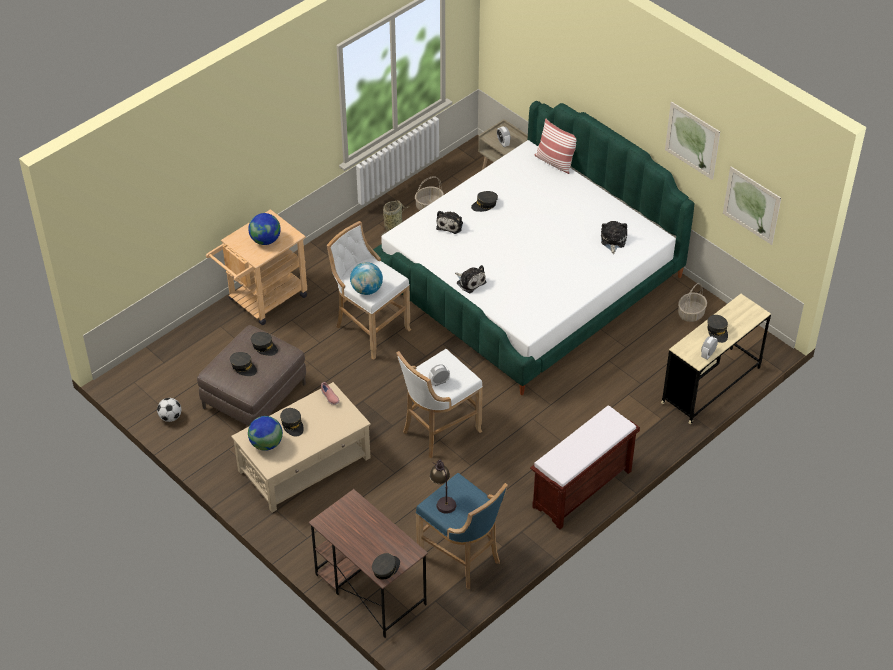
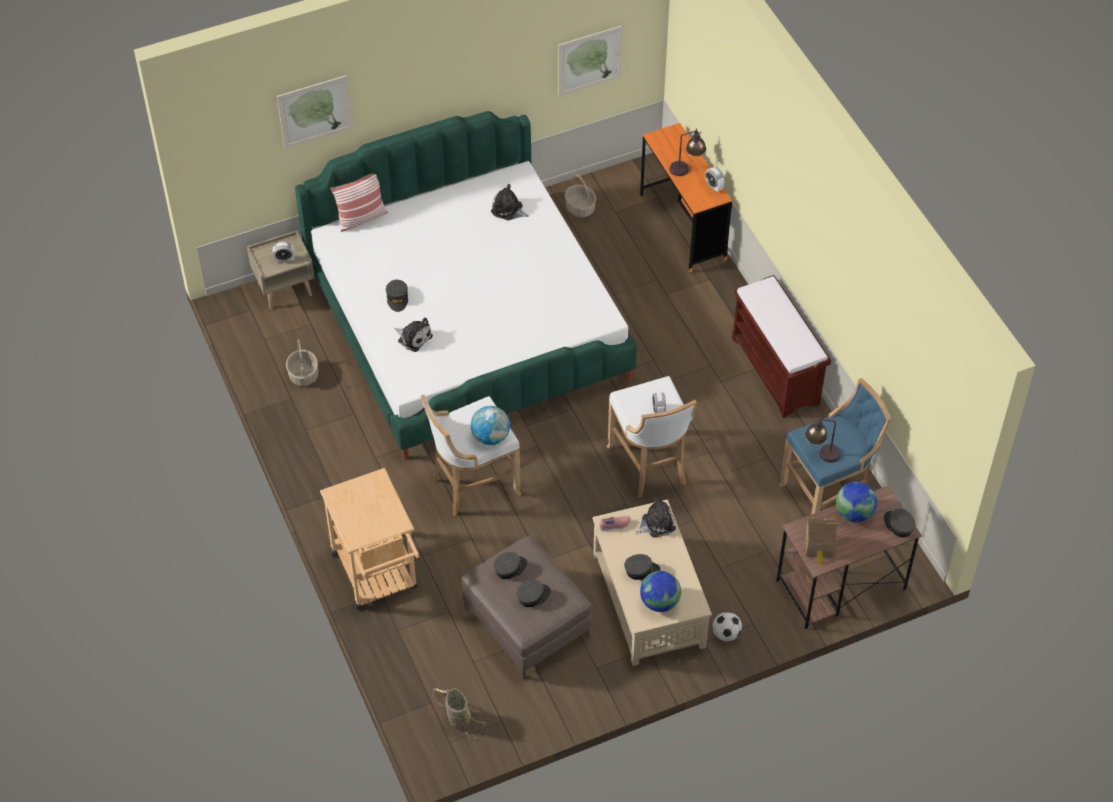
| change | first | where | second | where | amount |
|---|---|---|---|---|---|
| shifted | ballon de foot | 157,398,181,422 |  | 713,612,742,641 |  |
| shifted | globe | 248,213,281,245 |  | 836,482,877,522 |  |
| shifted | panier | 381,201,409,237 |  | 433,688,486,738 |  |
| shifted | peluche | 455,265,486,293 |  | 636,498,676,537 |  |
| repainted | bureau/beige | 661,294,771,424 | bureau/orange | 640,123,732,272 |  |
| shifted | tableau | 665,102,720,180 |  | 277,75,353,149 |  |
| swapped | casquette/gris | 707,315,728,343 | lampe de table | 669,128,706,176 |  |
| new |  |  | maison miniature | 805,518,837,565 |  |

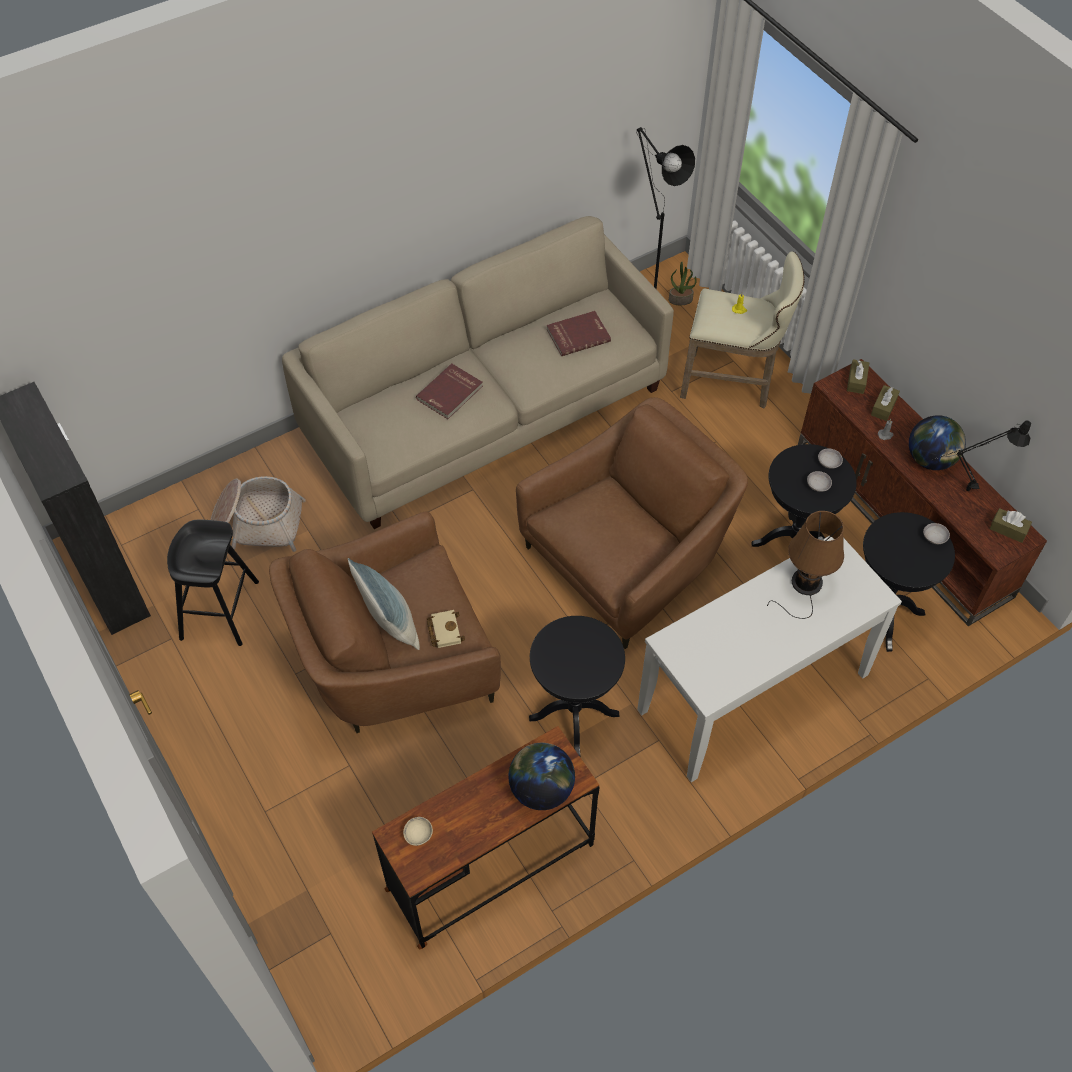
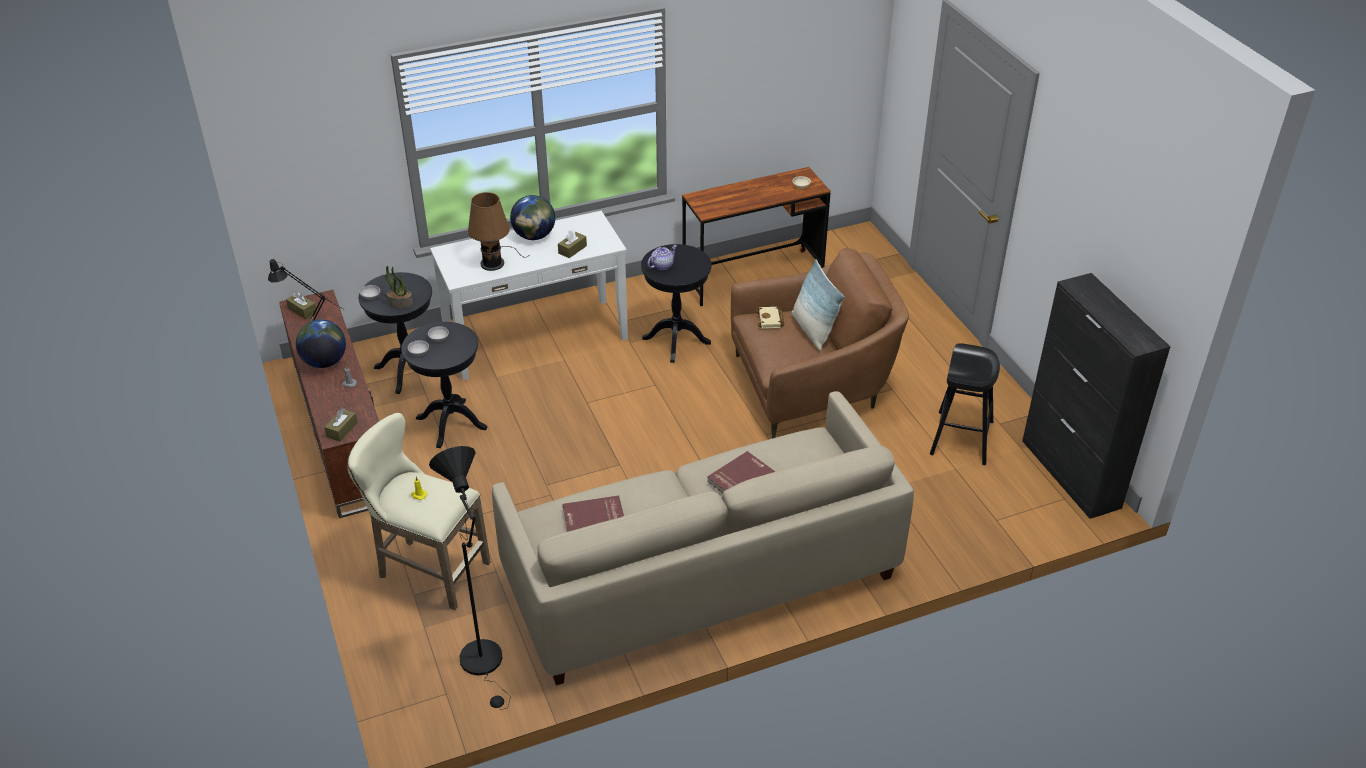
| change | first | where | second | where | amount |
|---|---|---|---|---|---|
| gone | panier | 211,476,306,552 |  |  |  |
| shifted | globe | 508,743,575,810 |  | 510,195,555,240 |  |
| gone | fauteuil/marron | 516,397,748,649 |  |  |  |
| shifted | plante en pot | 669,262,697,305 |  | 386,266,413,309 |  |
| shifted | boîte à mouchoirs/marron | 871,385,900,421 |  | 558,230,587,258 |  |
| new |  |  | théière | 647,245,677,270 |  |

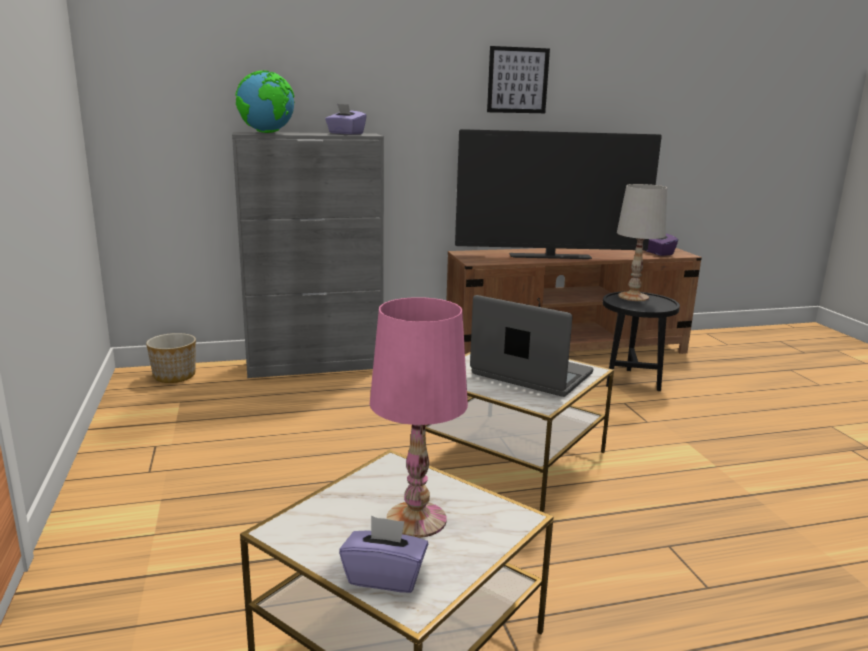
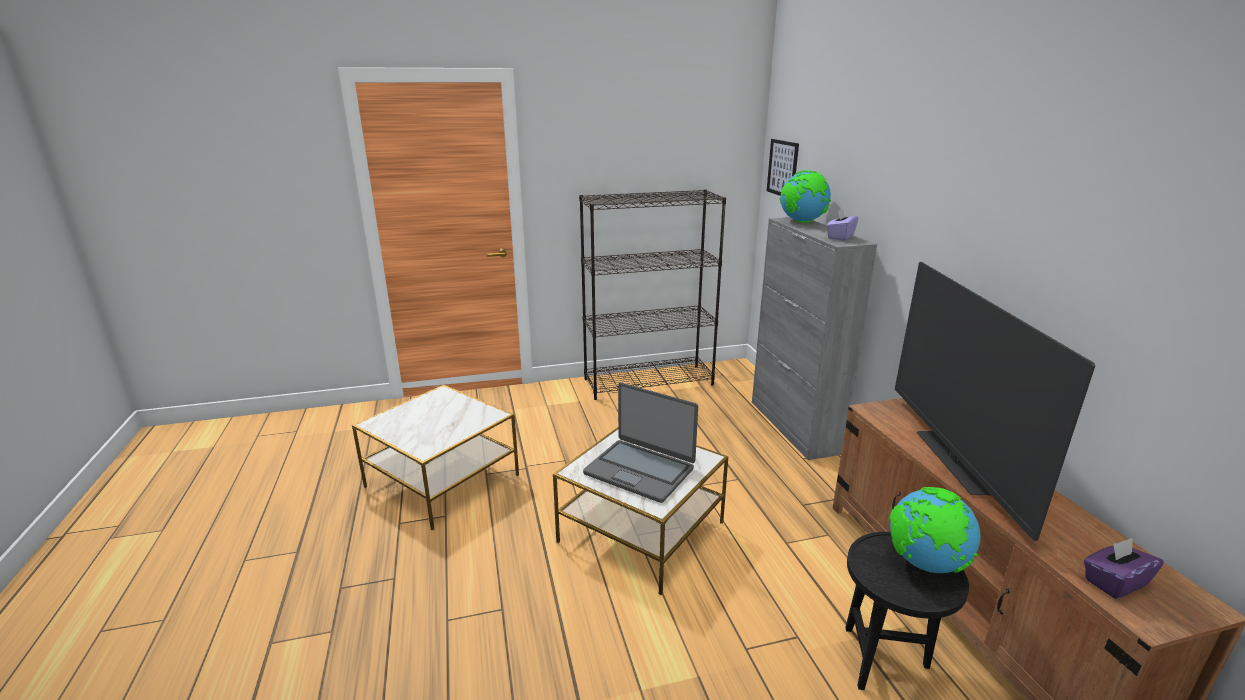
| change | first | where | second | where | amount |
|---|---|---|---|---|---|
| gone | cache-pot | 146,333,196,383 |  |  |  |
| gone | boîte à mouchoirs/violet | 339,516,428,593 |  |  |  |
| gone | lampe de table/rose | 370,297,468,538 |  |  |  |
| rotated | ordinateur portable | 470,295,593,397 |  | 583,383,698,503 | 90 degrees clockwise |
| shifted | tableau | 487,46,550,113 |  | 767,139,799,196 |  |
| swapped | lampe de table/blanc | 617,184,667,301 | globe | 890,487,981,573 |  |
| new |  |  | bibliothèque/noir | 579,189,726,400 |  |

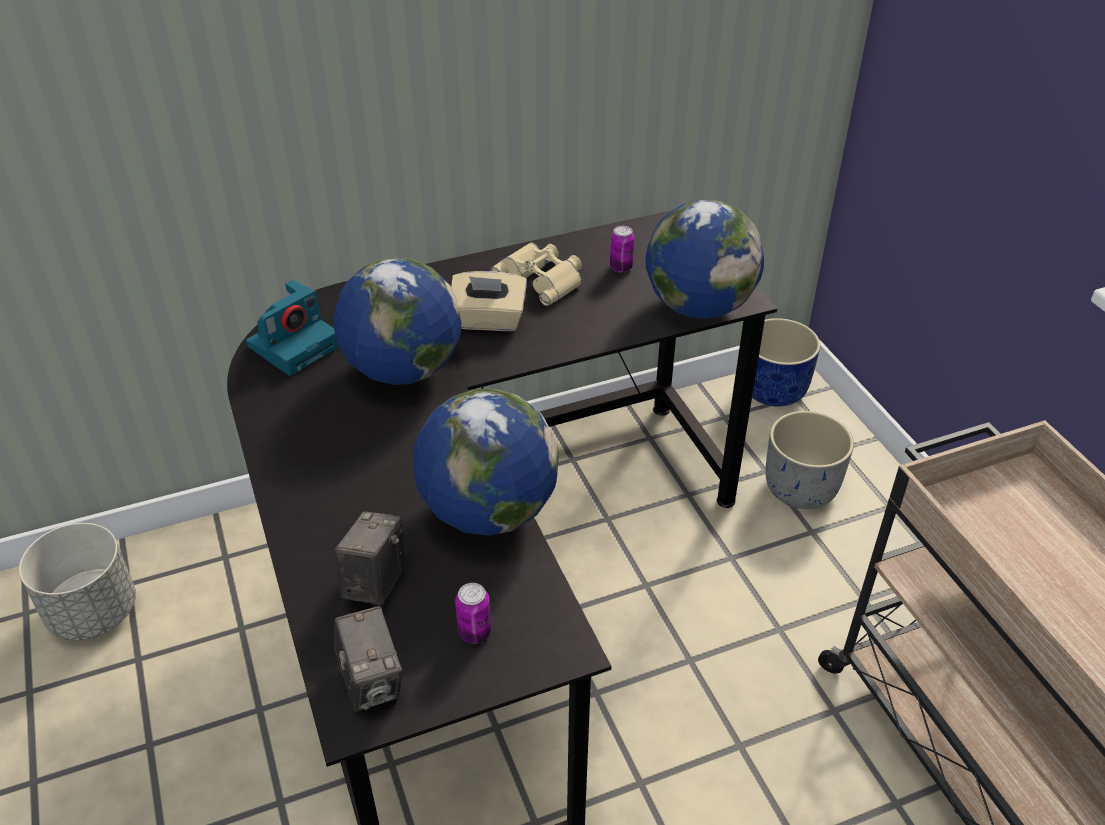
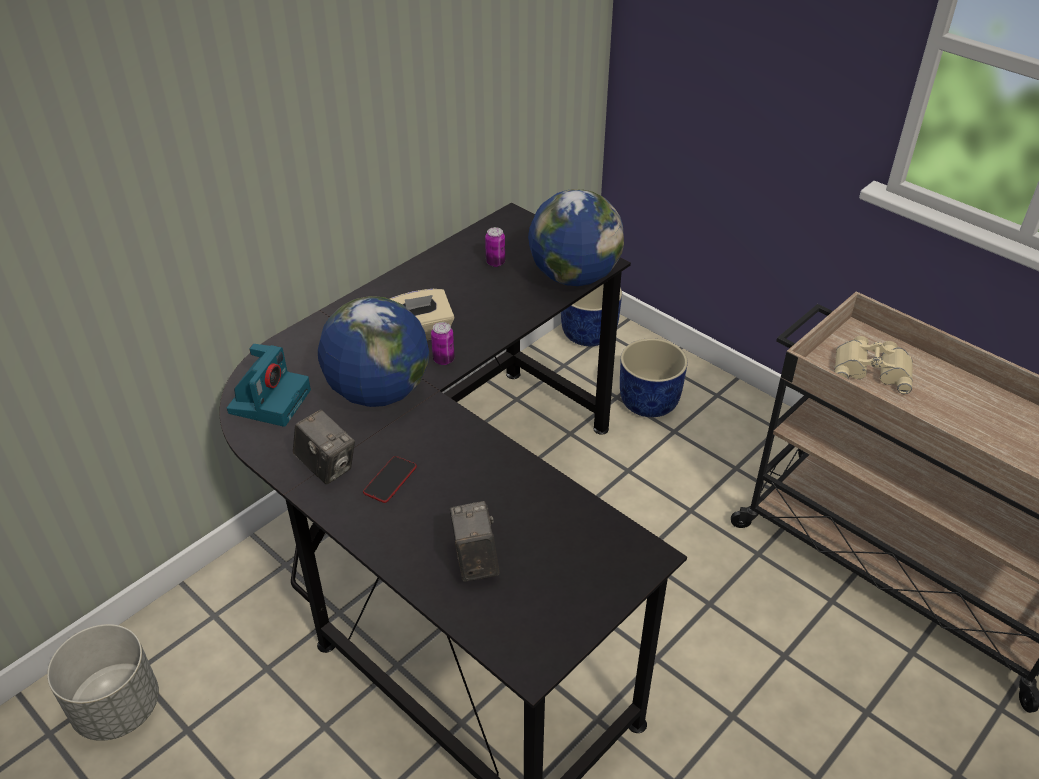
| change | first | where | second | where | amount |
|---|---|---|---|---|---|
| shifted | appareil photo | 334,606,402,712 |  | 293,410,355,485 |  |
| gone | globe | 413,389,559,536 |  |  |  |
| shifted | boîte métallique | 455,583,491,644 |  | 431,322,455,365 |  |
| shifted | jumelles/beige | 490,242,582,306 |  | 834,336,913,394 |  |
| repainted | cache-pot/gris | 766,411,854,509 | cache-pot/bleu | 620,338,688,417 |  |
| new |  |  | téléphone | 363,456,417,503 |  |

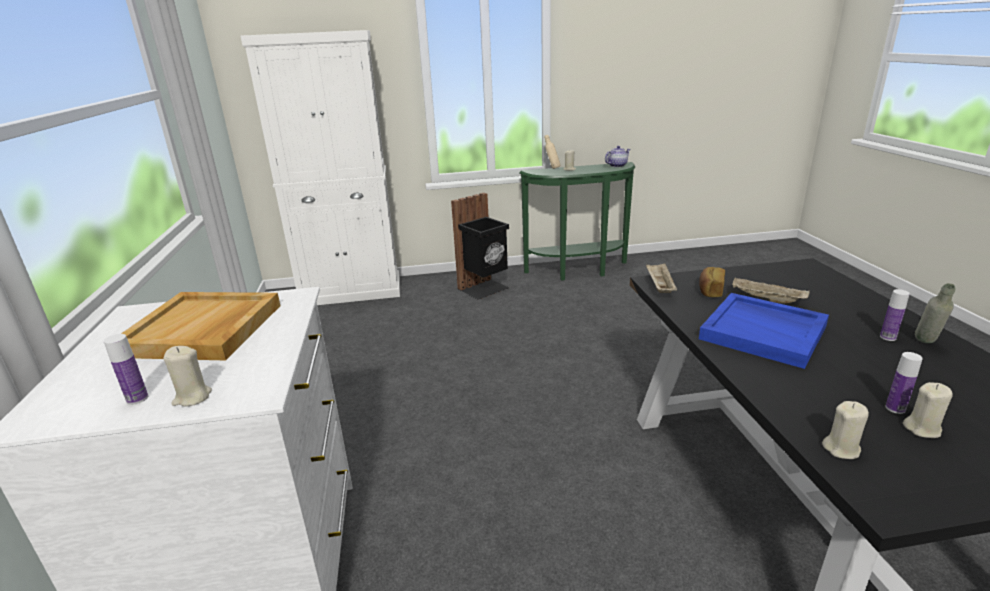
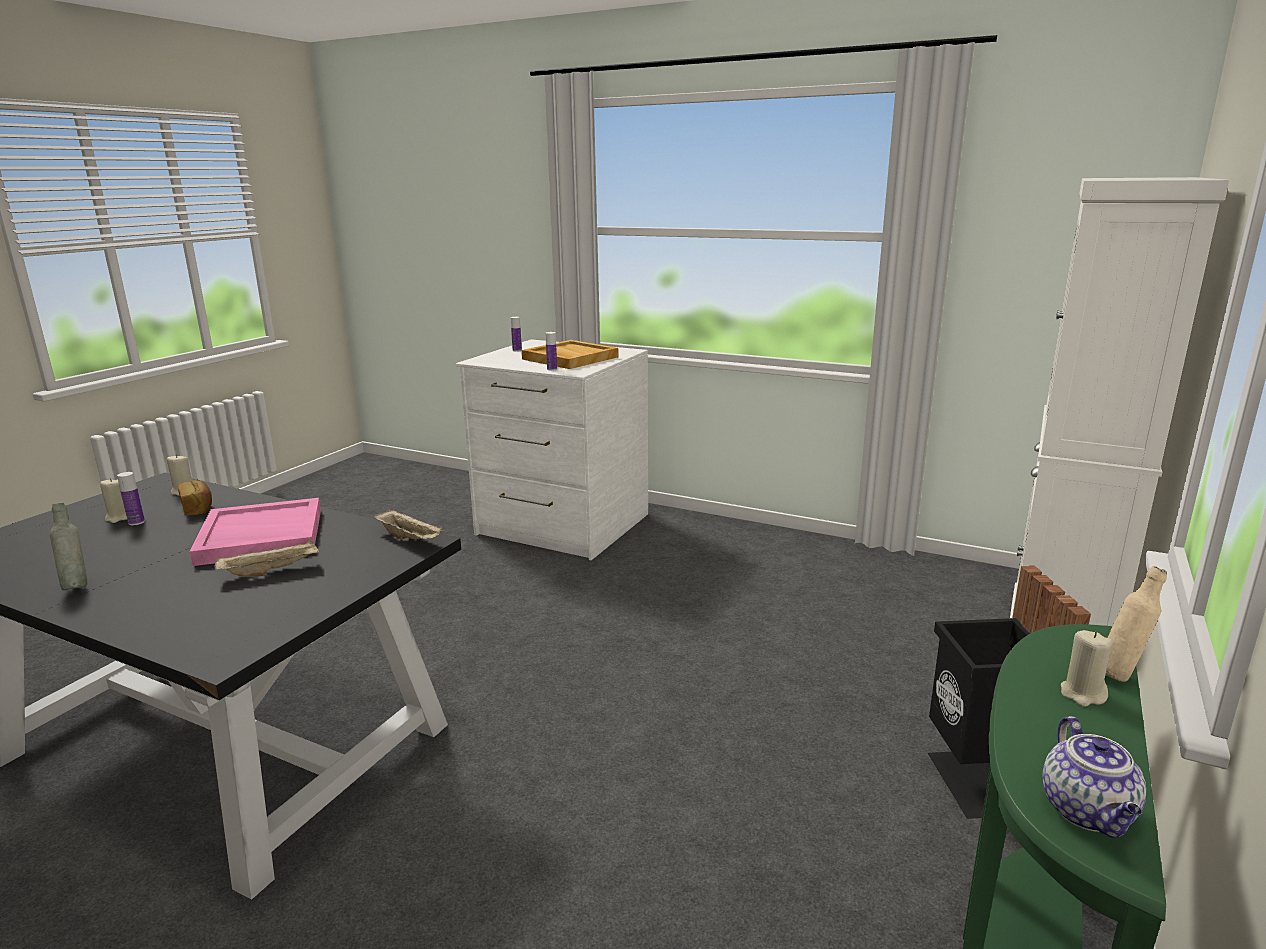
| change | first | where | second | where | amount |
|---|---|---|---|---|---|
| gone | bougie/beige | 163,346,212,407 |  |  |  |
| shifted | pain | 699,267,725,297 |  | 178,480,212,515 |  |
| repainted | plateau/bleu | 699,293,829,369 | plateau/rose | 190,498,321,566 |  |
| shifted | bouteille | 880,289,910,341 |  | 546,332,557,371 |  |

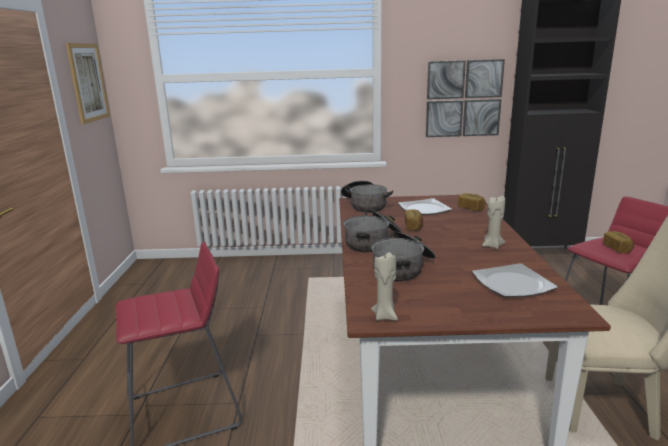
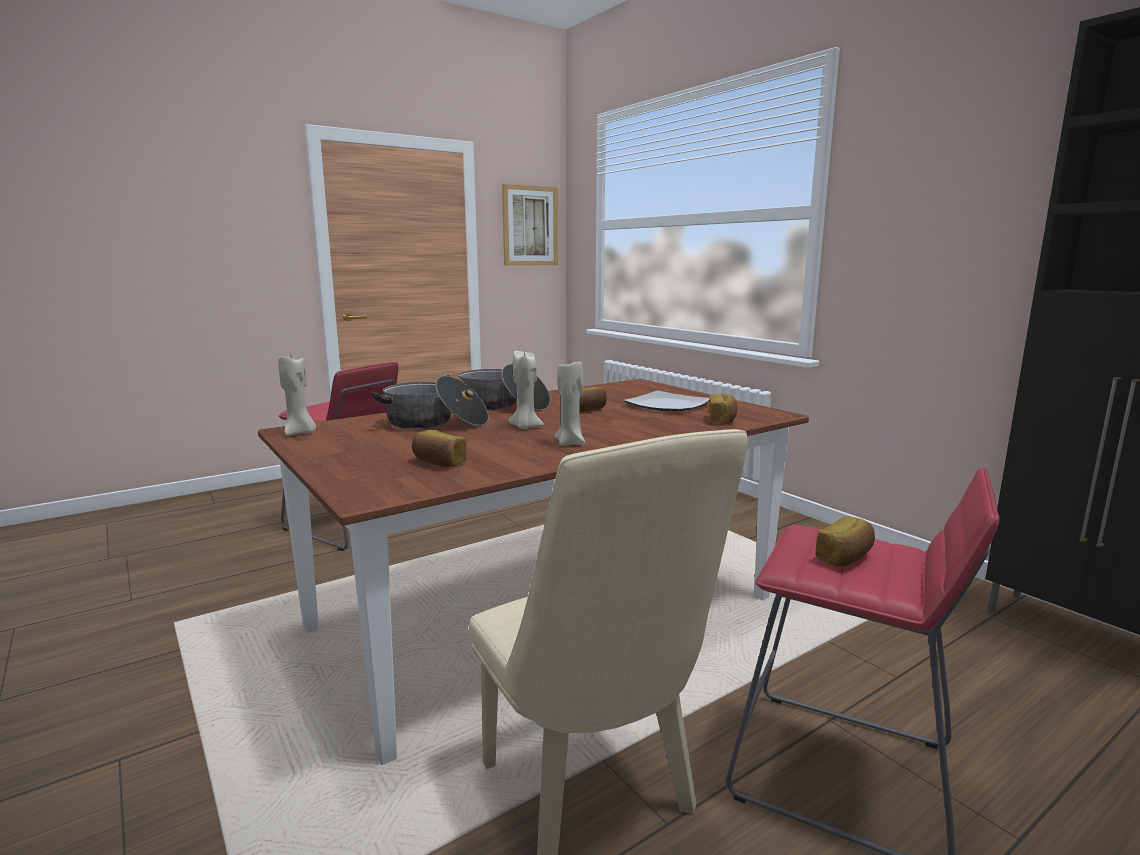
| change | first | where | second | where | amount |
|---|---|---|---|---|---|
| gone | marmite | 341,181,393,212 |  |  |  |
| gone | tableau | 426,59,505,137 |  |  |  |
| swapped | assiette | 472,263,558,297 | pain | 412,430,467,467 |  |
| new |  |  | bougie/beige | 508,351,544,429 |  |

